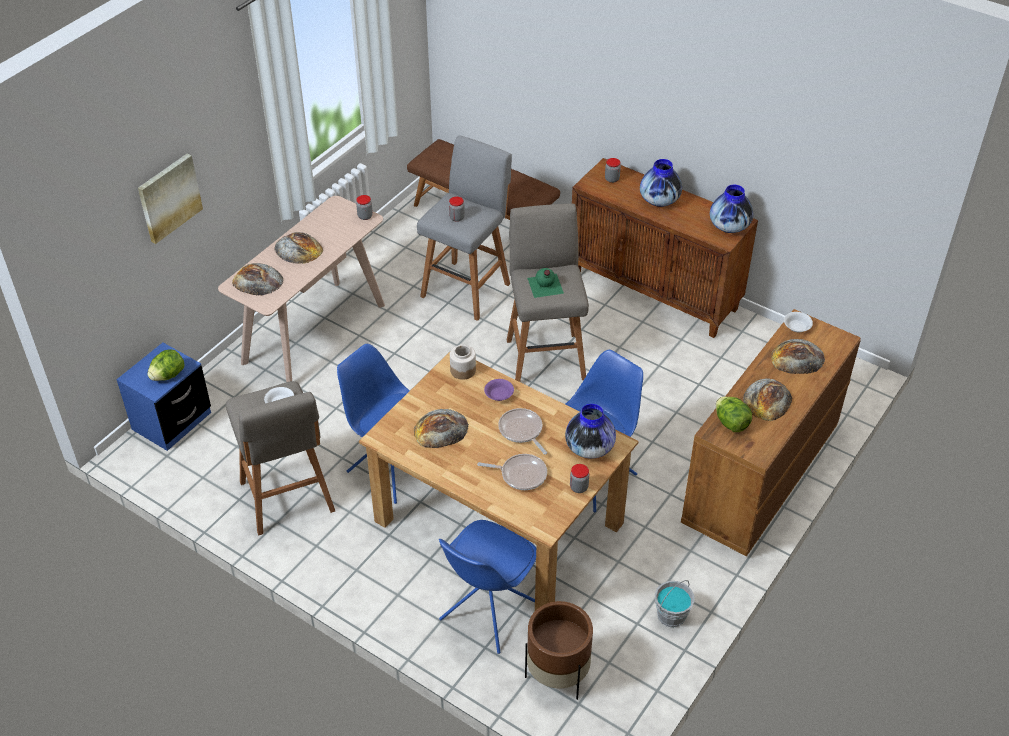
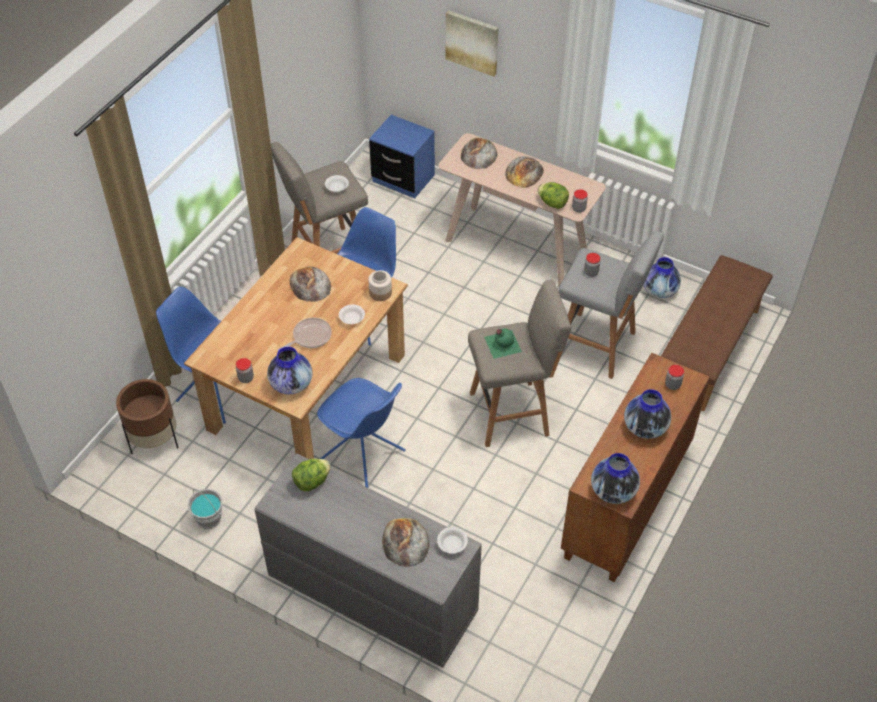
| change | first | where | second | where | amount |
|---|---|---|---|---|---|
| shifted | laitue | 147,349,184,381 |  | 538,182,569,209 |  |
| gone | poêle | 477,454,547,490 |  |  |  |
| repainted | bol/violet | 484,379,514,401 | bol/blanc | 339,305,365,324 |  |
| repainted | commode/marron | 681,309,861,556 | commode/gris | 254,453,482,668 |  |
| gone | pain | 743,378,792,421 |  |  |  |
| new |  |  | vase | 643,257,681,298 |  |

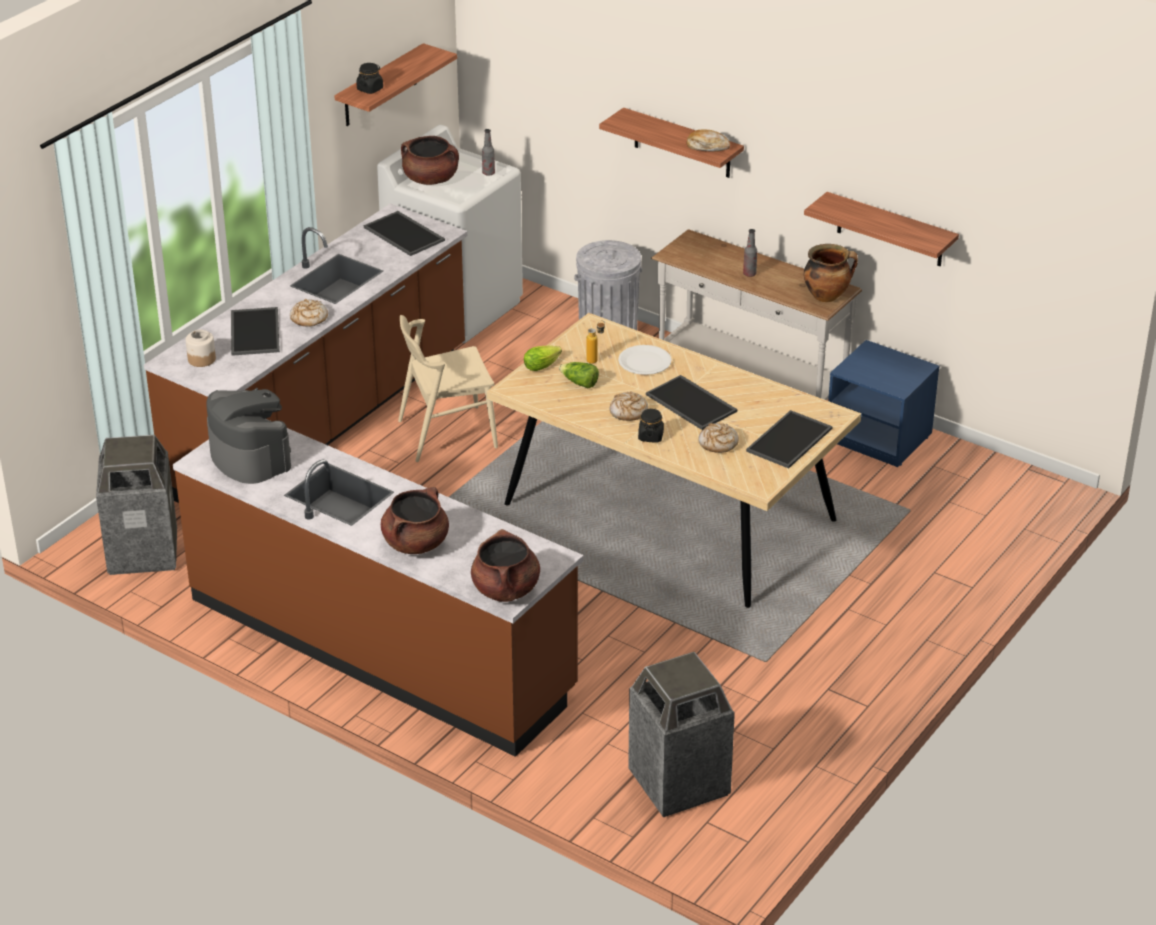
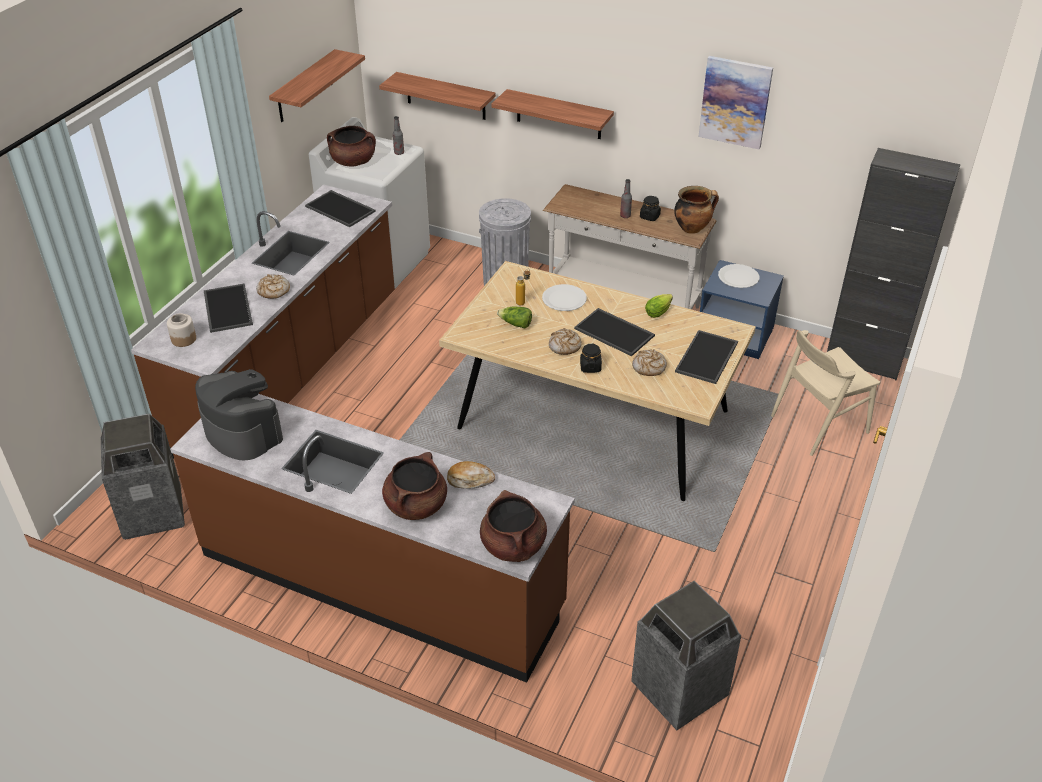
| change | first | where | second | where | amount |
|---|---|---|---|---|---|
| shifted | bocal/noir | 356,63,383,94 |  | 640,196,661,221 |  |
| shifted | chaise/beige | 398,315,498,462 |  | 771,330,880,456 |  |
| shifted | laitue | 524,345,562,371 |  | 645,294,673,318 |  |
| shifted | pain | 687,129,730,152 |  | 447,461,495,488 |  |
| shifted | étagère | 804,192,959,266 |  | 379,72,496,120 |  |
| new |  |  | tableau | 698,56,773,149 |  |
| new |  |  | assiette/blanc | 718,264,759,288 |  |
| new |  |  | meuble de rangement/noir | 827,148,960,380 |  |

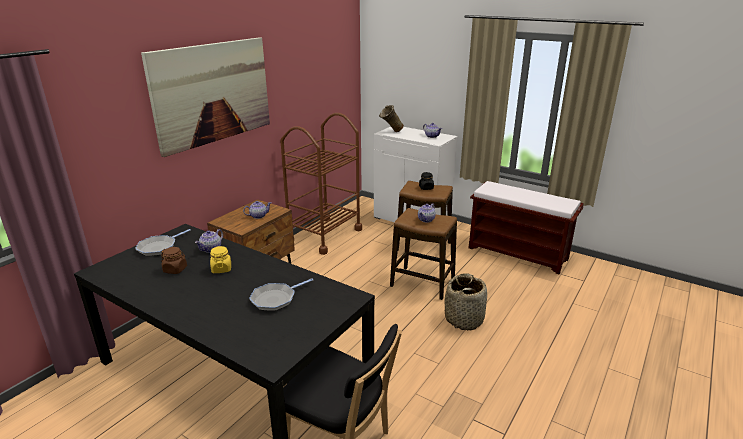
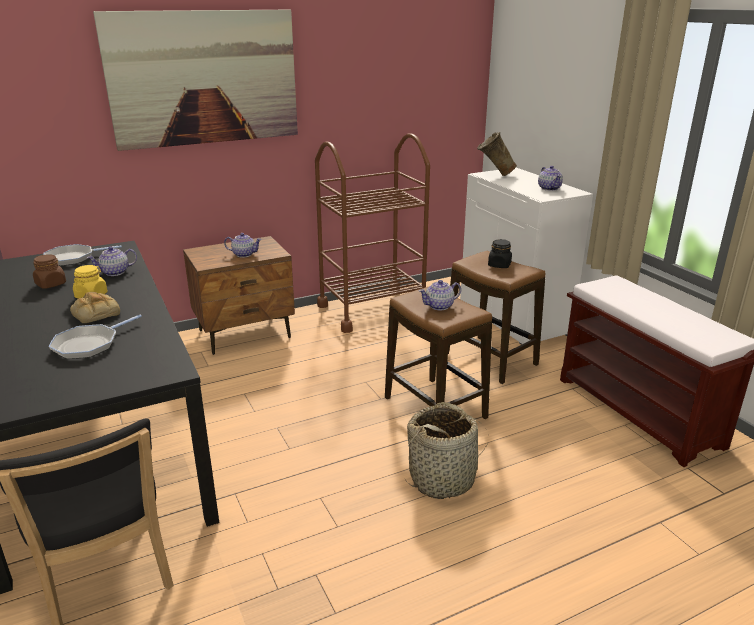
| change | first | where | second | where | amount |
|---|---|---|---|---|---|
| rotated | poêle | 249,278,313,311 |  | 49,315,142,359 | 45 degrees counterclockwise |
| new |  |  | pain | 70,292,120,323 |  |

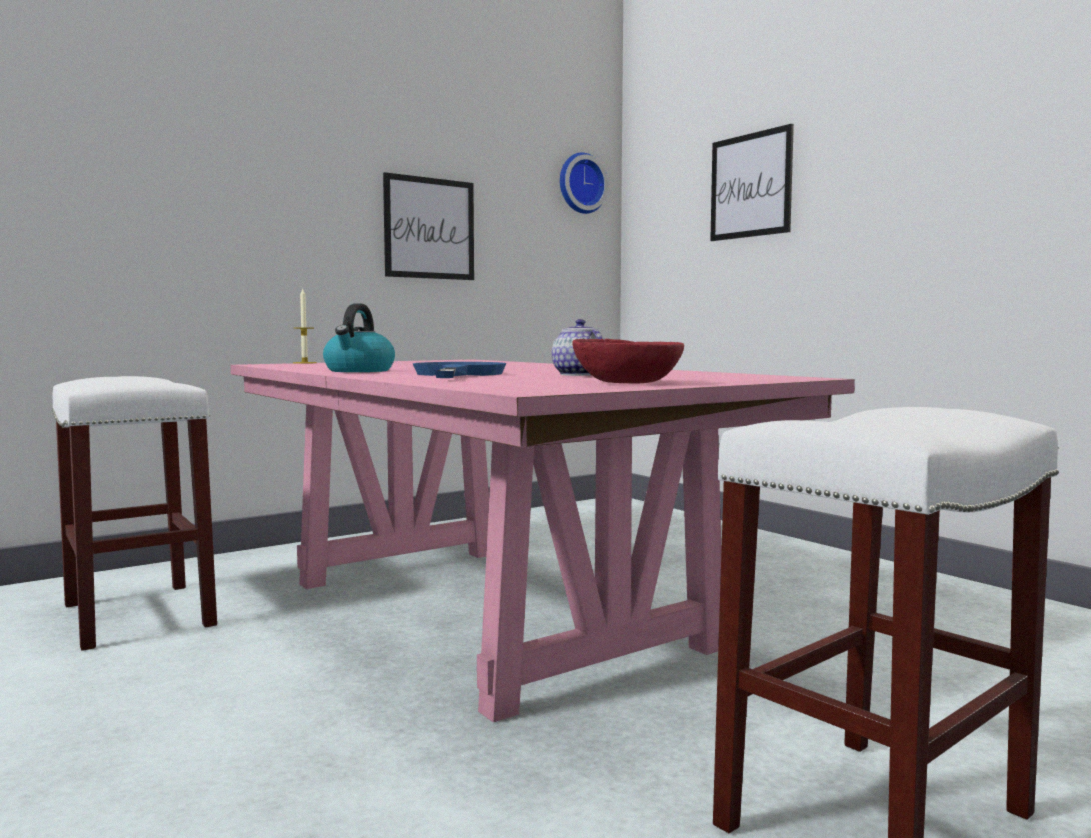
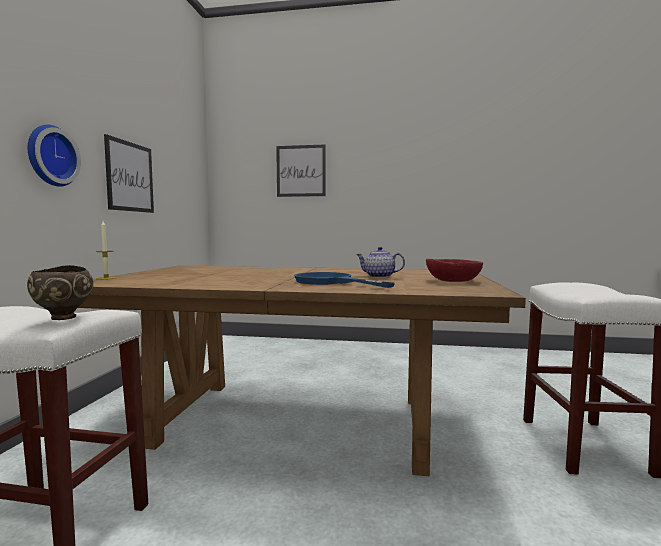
| change | first | where | second | where | amount |
|---|---|---|---|---|---|
| repainted | table à manger/rose | 230,359,855,722 | table à manger/marron | 78,266,526,476 |  |
| gone | bouilloire | 323,303,395,372 |  |  |  |
| shifted | horloge murale | 560,152,608,214 |  | 28,125,81,187 |  |
| new |  |  | bol/marron | 27,265,93,320 |  |

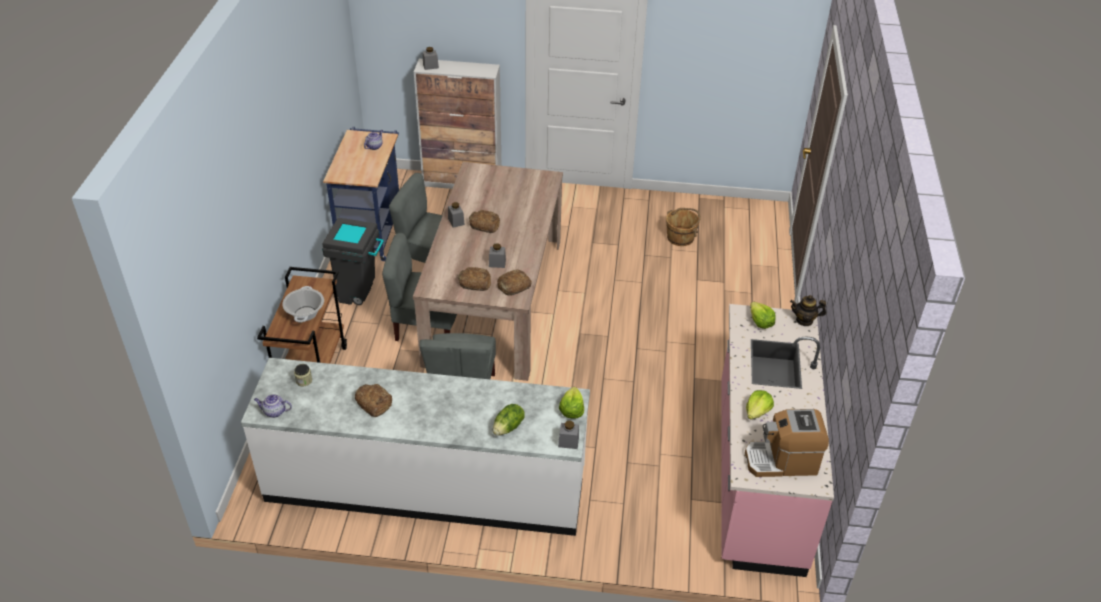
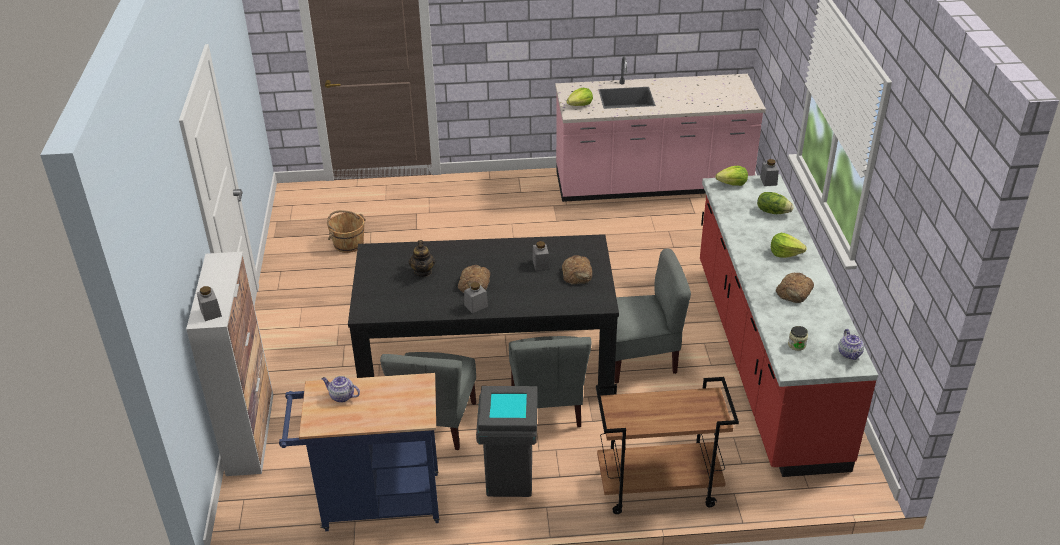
| change | first | where | second | where | amount |
|---|---|---|---|---|---|
| repainted | comptoir de cuisine/blanc | 241,358,590,536 | comptoir de cuisine/rouge | 700,174,878,477 |  |
| gone | marmite | 282,286,324,323 |  |  |  |
| repainted | table à manger/beige | 413,162,563,381 | table à manger/noir | 348,234,619,398 |  |
| gone | pain | 497,270,532,296 |  |  |  |
| gone | machine à café | 745,409,829,477 |  |  |  |
| shifted | laitue | 746,390,774,419 |  | 771,233,807,258 |  |
| shifted | théière | 790,295,826,326 |  | 408,240,435,277 |  |

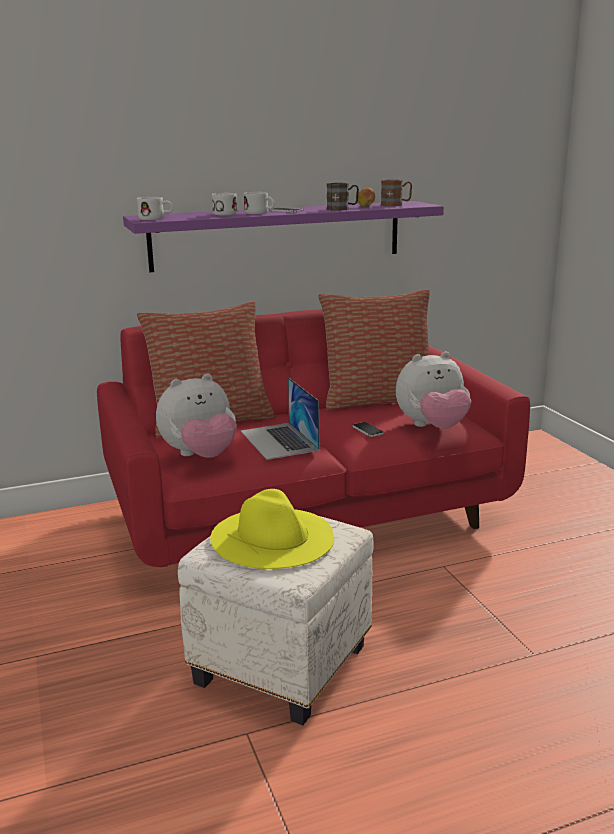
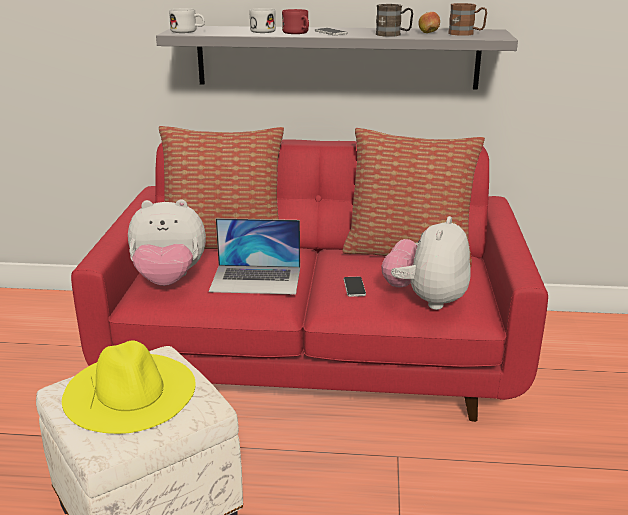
| change | first | where | second | where | amount |
|---|---|---|---|---|---|
| repainted | étagère/violet | 123,201,444,272 | étagère/gris | 156,26,518,90 |  |
| rotated | ordinateur portable | 241,377,320,460 |  | 209,218,300,295 | 90 degrees counterclockwise |
| repainted | mug/blanc | 243,192,274,214 | mug/rouge | 282,9,309,34 |  |
| rotated | peluche | 396,352,471,429 |  | 382,216,470,310 | 105 degrees clockwise |

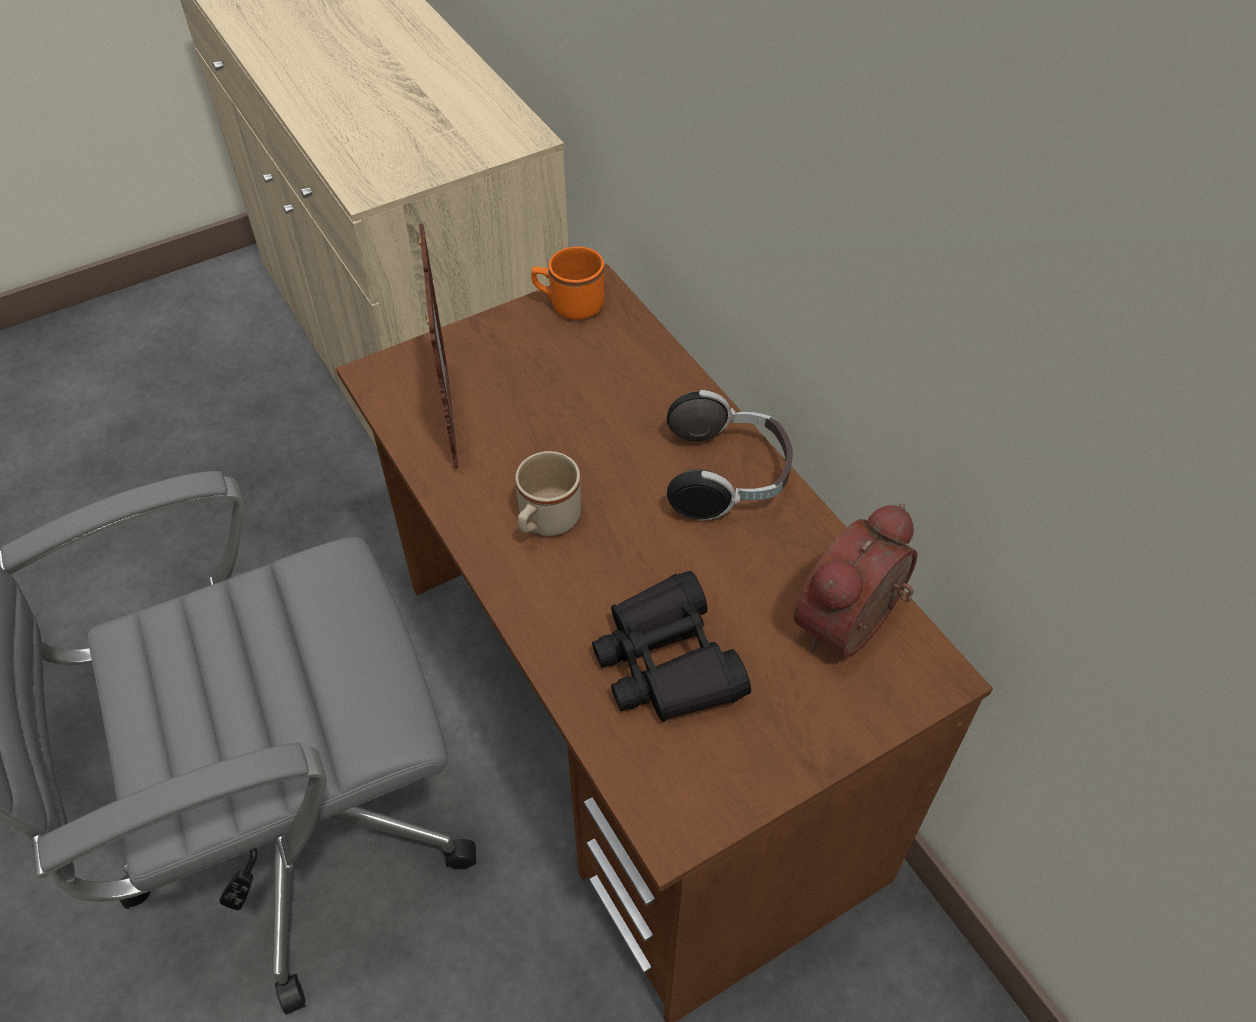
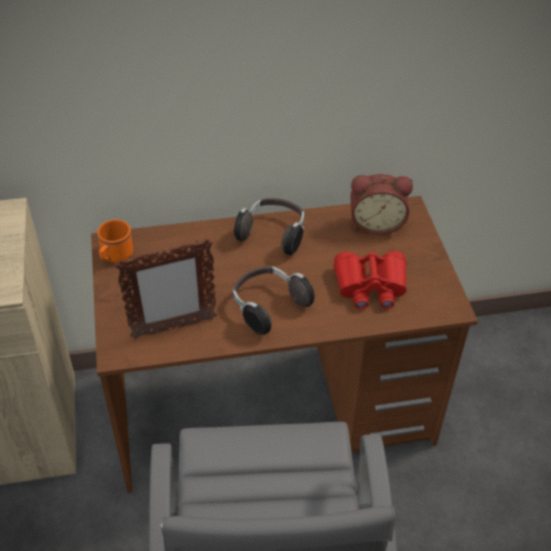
| change | first | where | second | where | amount |
|---|---|---|---|---|---|
| rotated | cadre photo | 417,223,458,468 |  | 115,239,217,339 | 150 degrees clockwise |
| swapped | mug/beige | 515,451,581,536 | casque audio | 233,266,315,335 |  |
| repainted | jumelles/noir | 592,571,751,722 | jumelles/rouge | 334,251,407,309 |  |
| rotated | réveil | 794,504,917,658 |  | 350,174,413,235 | 60 degrees counterclockwise |

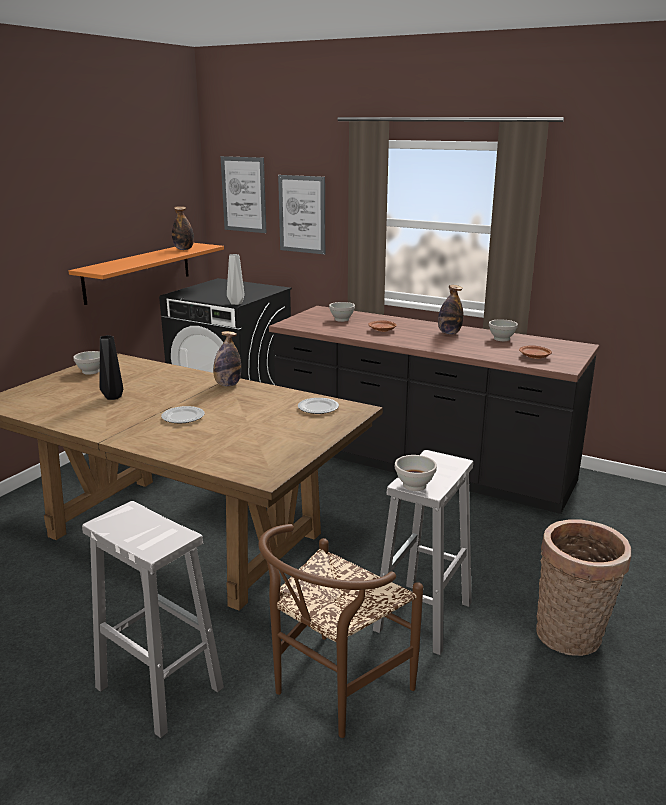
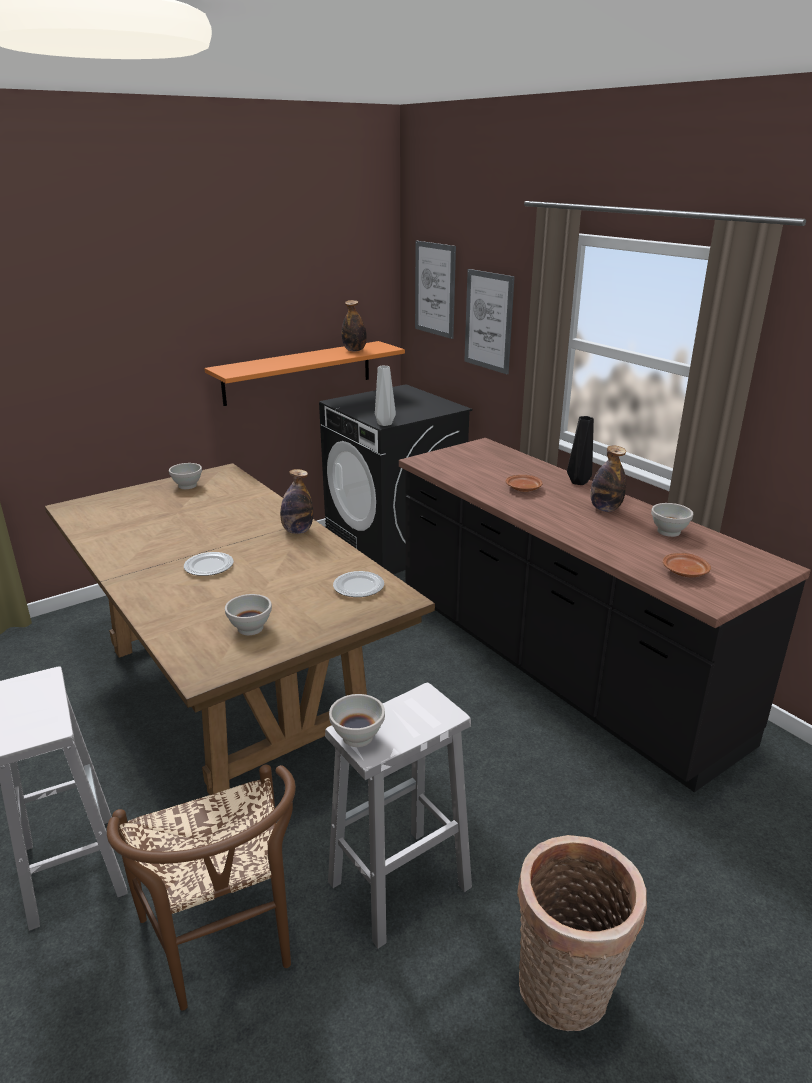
| change | first | where | second | where | amount |
|---|---|---|---|---|---|
| shifted | vase/noir | 100,335,123,400 |  | 567,416,594,485 |  |
| rotated | chaise/marron | 258,524,423,738 |  | 107,765,296,1011 | 90 degrees counterclockwise |
| shifted | bol/blanc | 329,302,355,322 |  | 225,594,272,635 |  |

